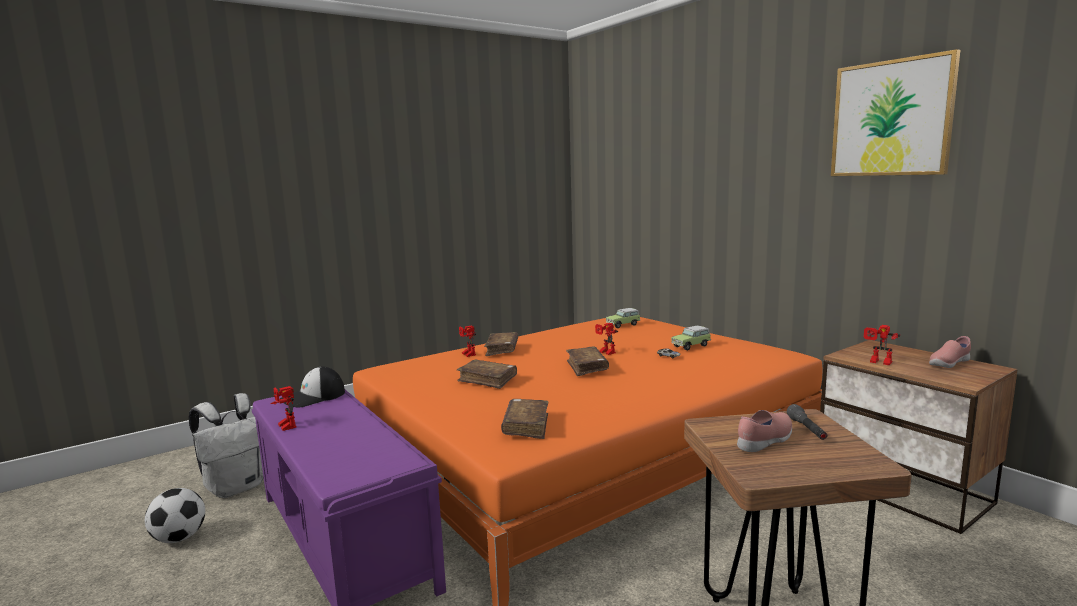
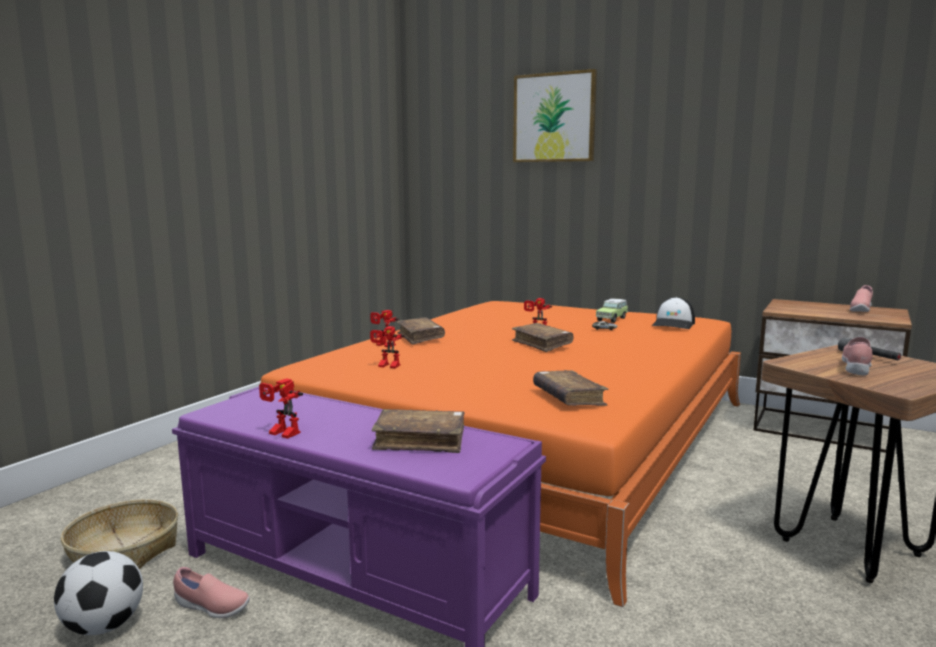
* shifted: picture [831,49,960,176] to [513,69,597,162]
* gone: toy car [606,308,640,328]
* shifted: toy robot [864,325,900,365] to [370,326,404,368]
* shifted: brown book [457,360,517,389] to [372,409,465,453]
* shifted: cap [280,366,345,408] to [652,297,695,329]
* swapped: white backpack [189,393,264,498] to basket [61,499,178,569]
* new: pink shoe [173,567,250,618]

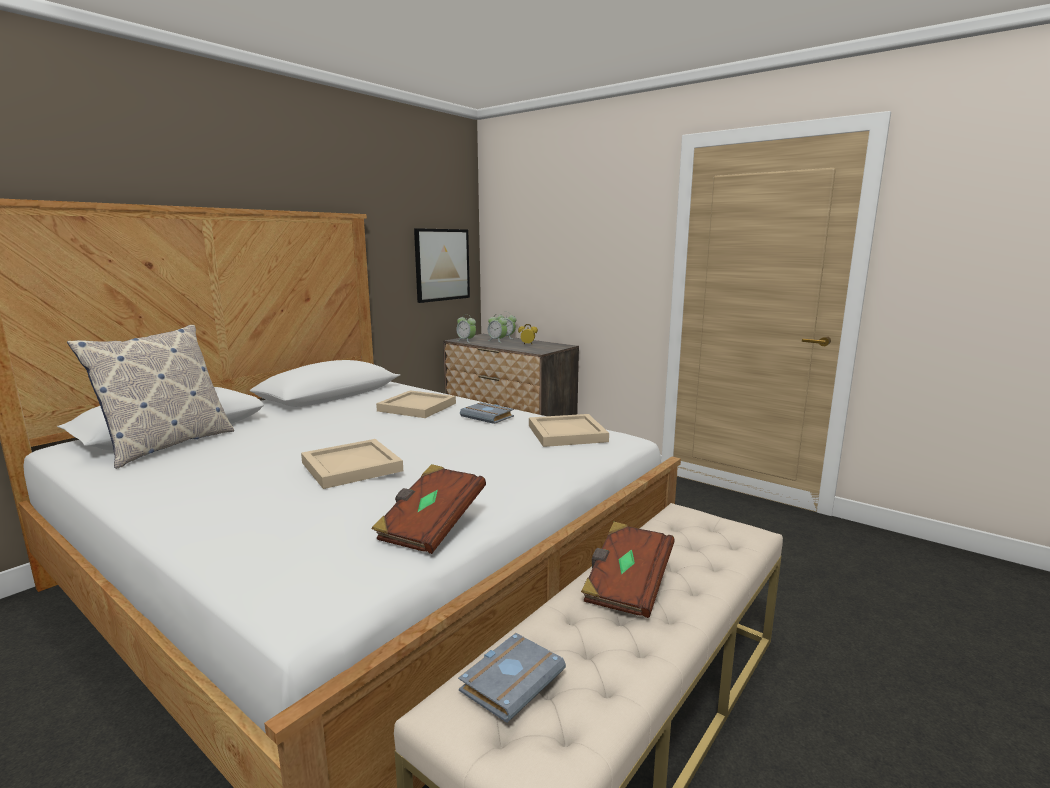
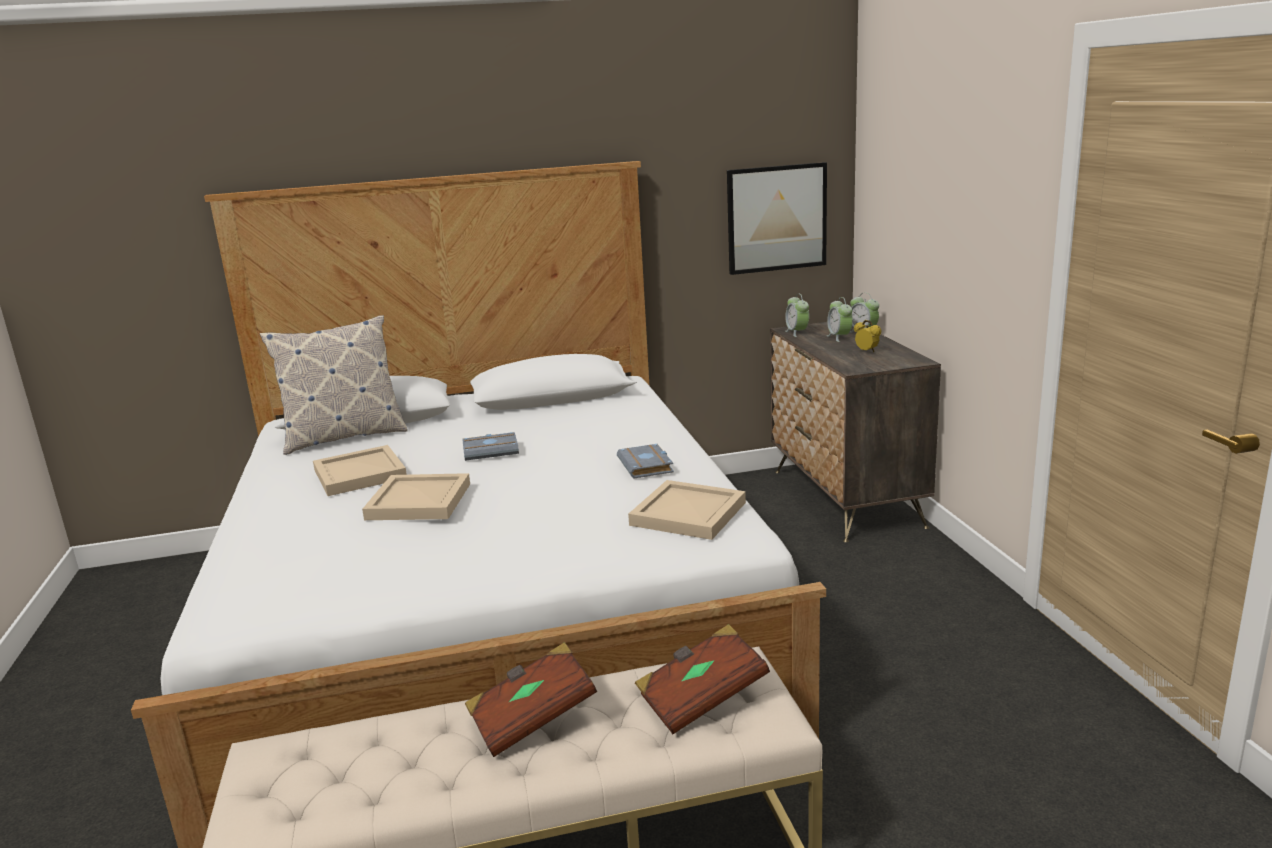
* shifted: beige tray [376,390,456,418] to [313,445,407,496]
* shifted: brown book [372,464,486,554] to [635,624,770,734]
* shifted: grey book [458,633,566,723] to [462,432,519,461]

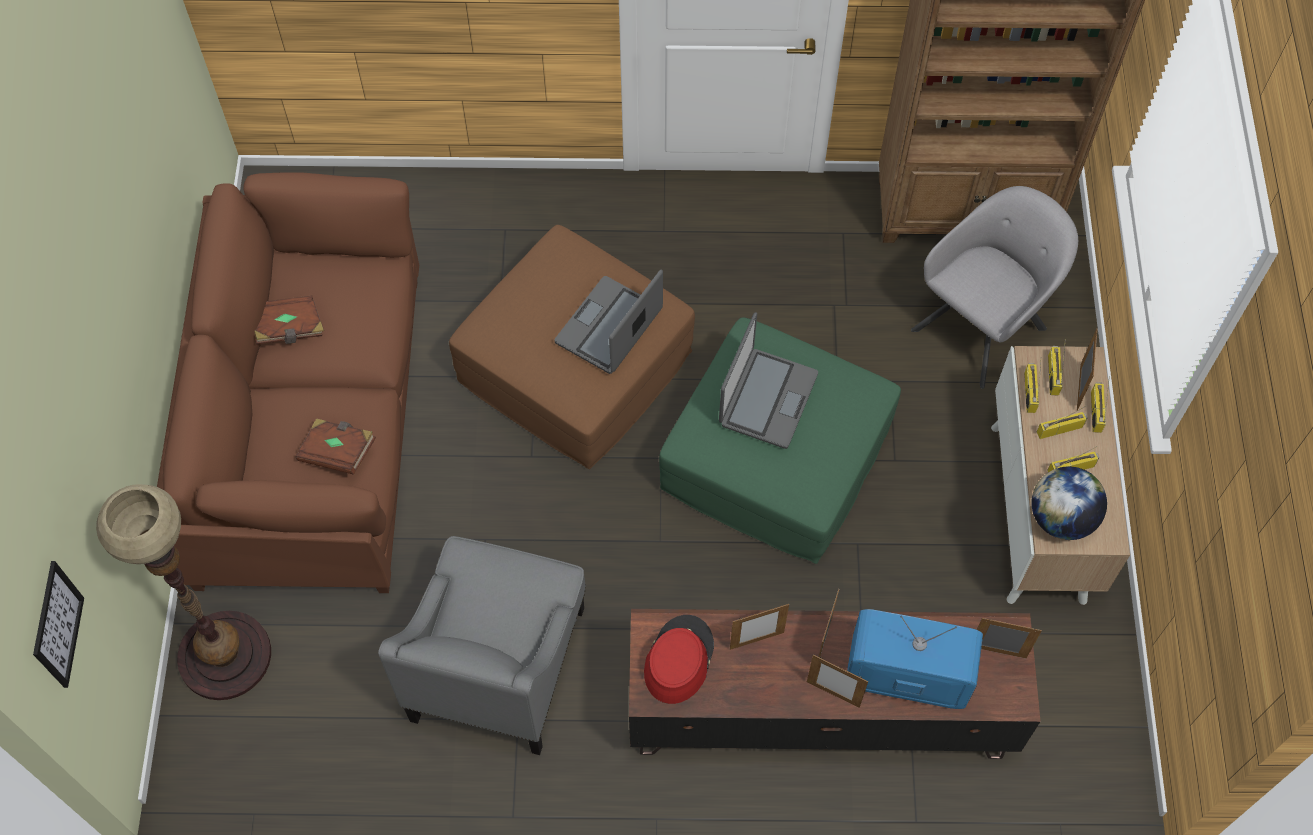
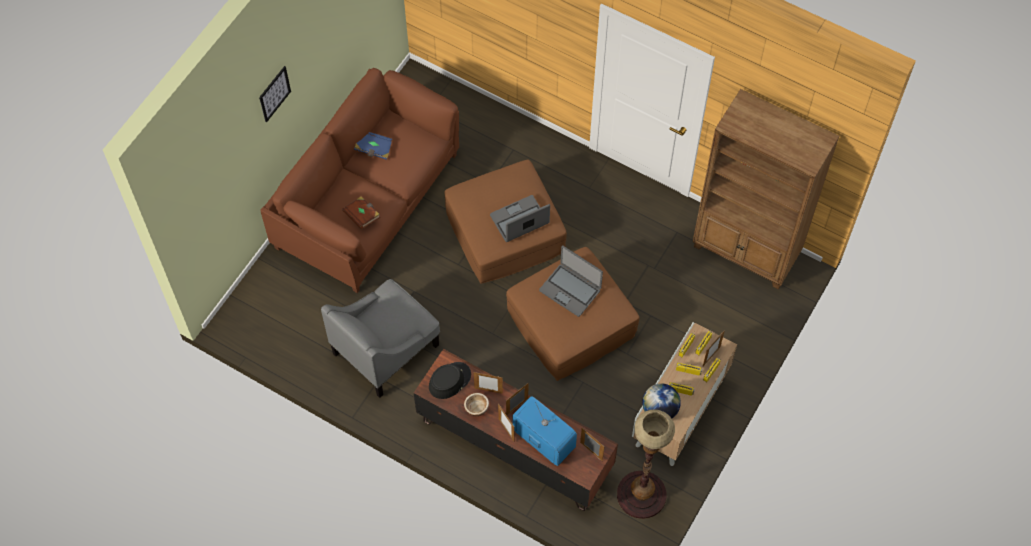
* gone: grey armchair [911,186,1078,389]
* repainted: brown book [254,296,324,345] to blue book [354,132,392,160]
* rotated: laptop [719,312,818,449] = [539,246,603,317] 75 degrees clockwise
* repainted: green ottoman [659,317,901,564] to brown ottoman [506,247,639,381]
* shifted: floor lamp [96,484,271,700] to [617,410,675,519]
* shifted: picture [33,561,84,688] to [259,66,291,122]
* repainted: red hat [644,615,714,704] to black hat [429,362,471,399]
* new: bowl [464,393,489,416]

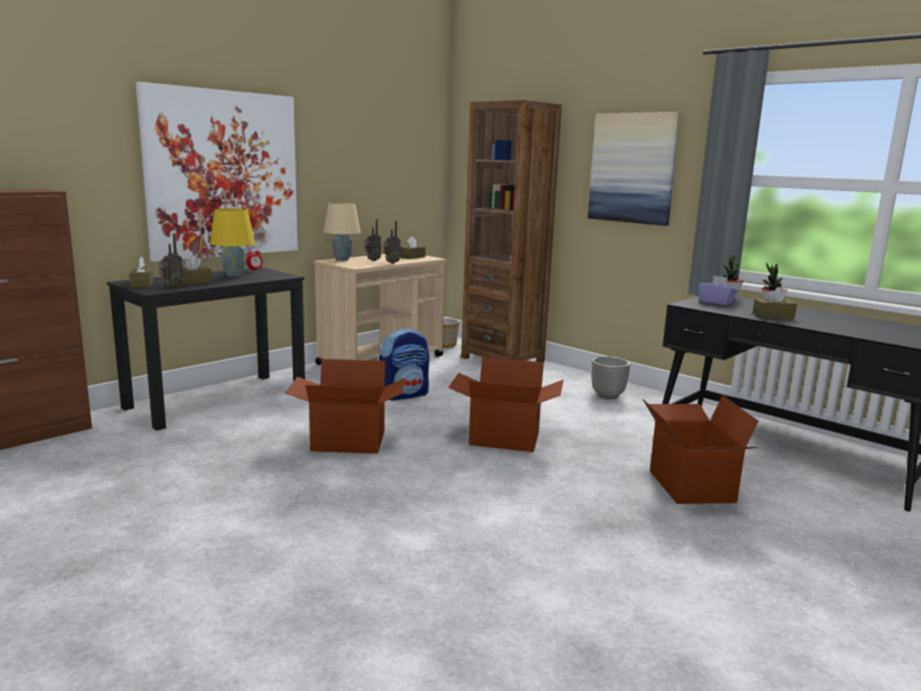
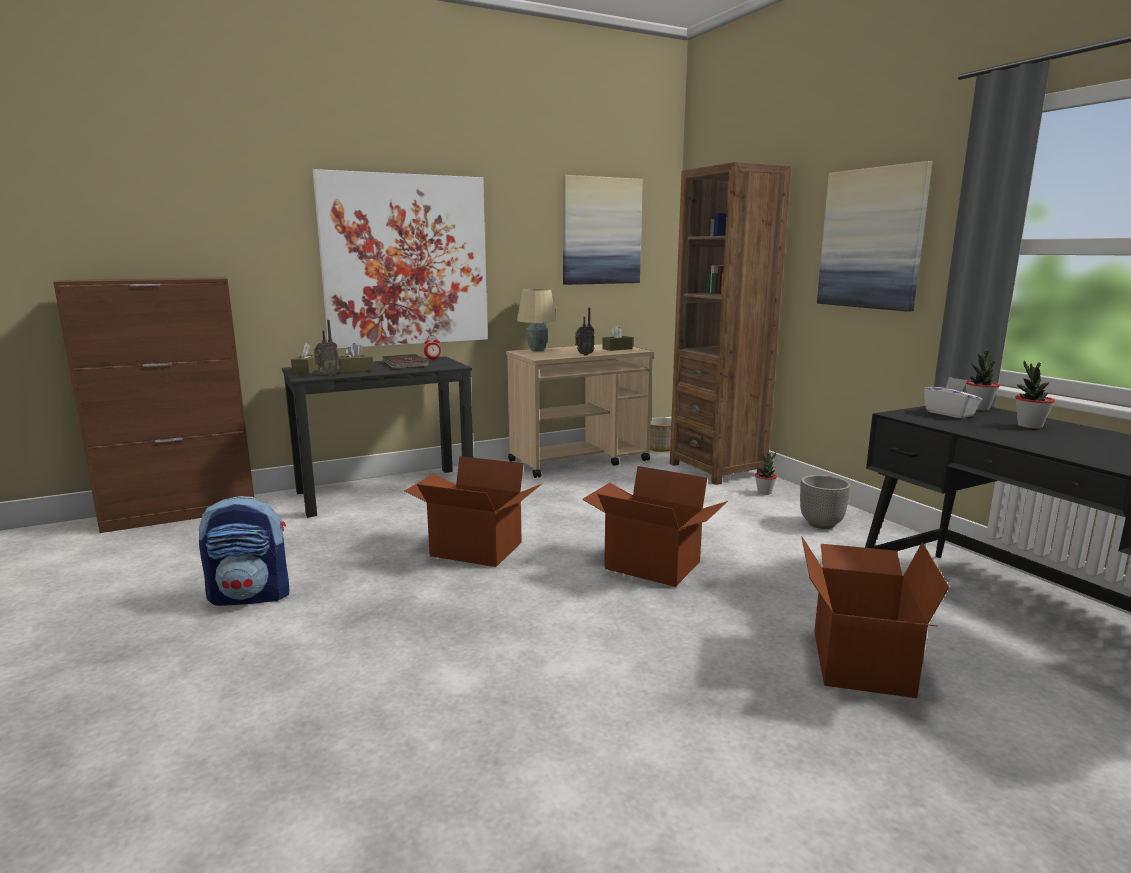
* swapped: yellow table lamp [210,209,256,277] to brown book [382,354,430,369]
* gone: radio [364,219,382,261]
* repainted: purple tissue box [698,276,738,305] to white tissue box [924,377,982,418]
* gone: brown tissue box [753,287,797,319]
* shifted: backpack [379,328,429,400] to [199,496,289,606]
* new: picture [563,175,643,285]
* new: potted plant [755,452,777,495]

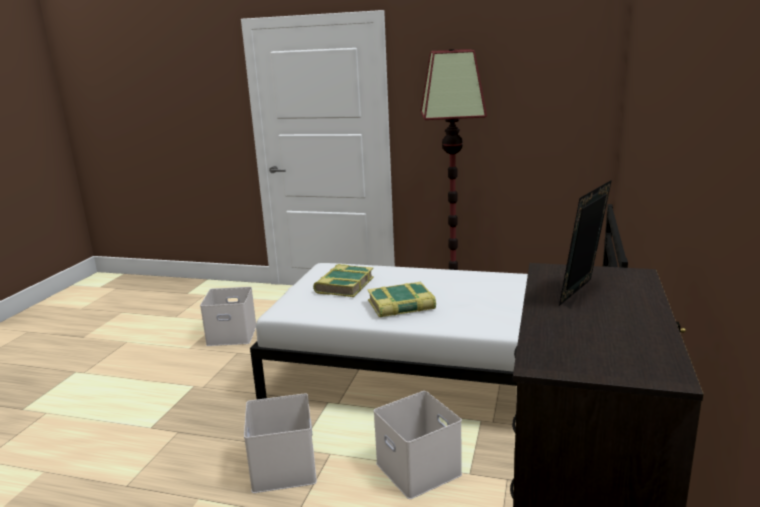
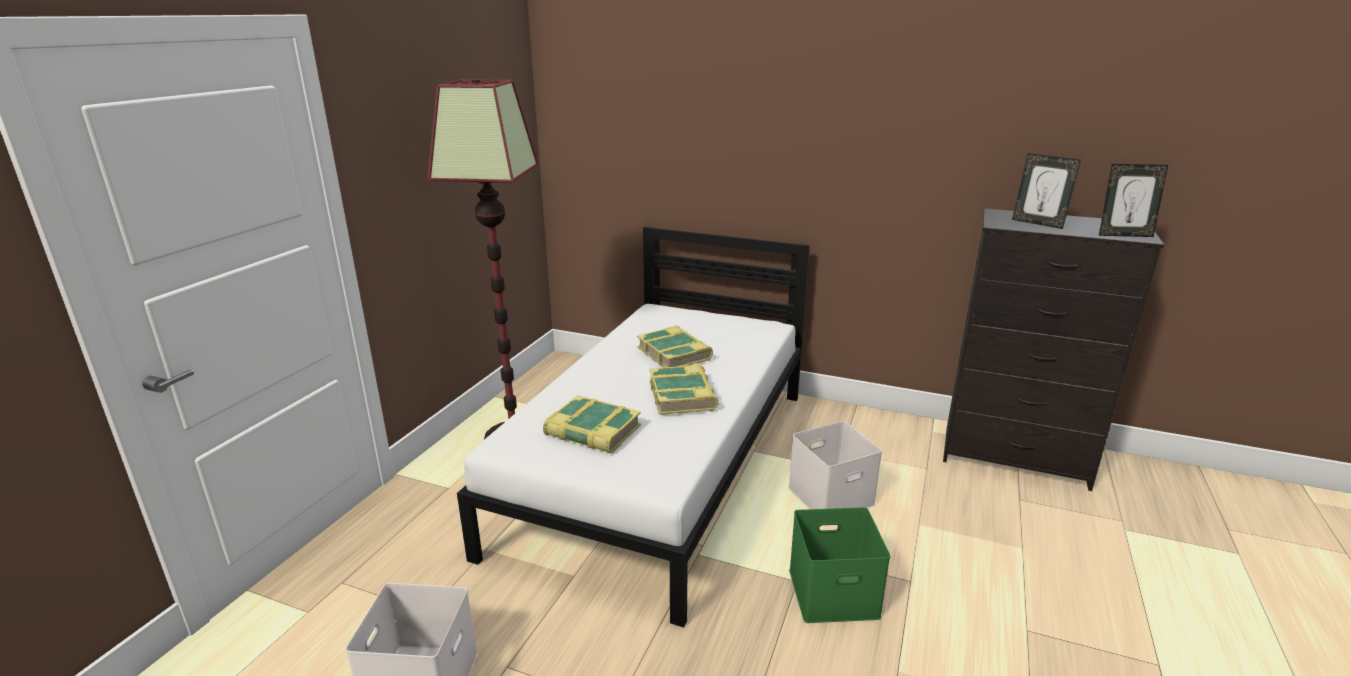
* repainted: white storage box [244,393,317,493] to green storage box [789,507,890,623]
* new: picture frame [1099,164,1168,237]
* new: book [637,326,713,368]

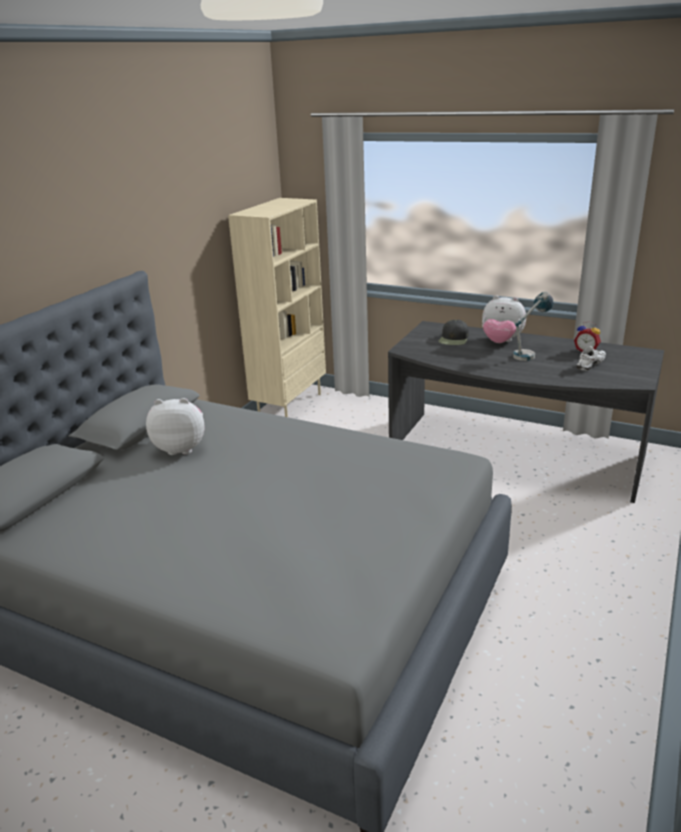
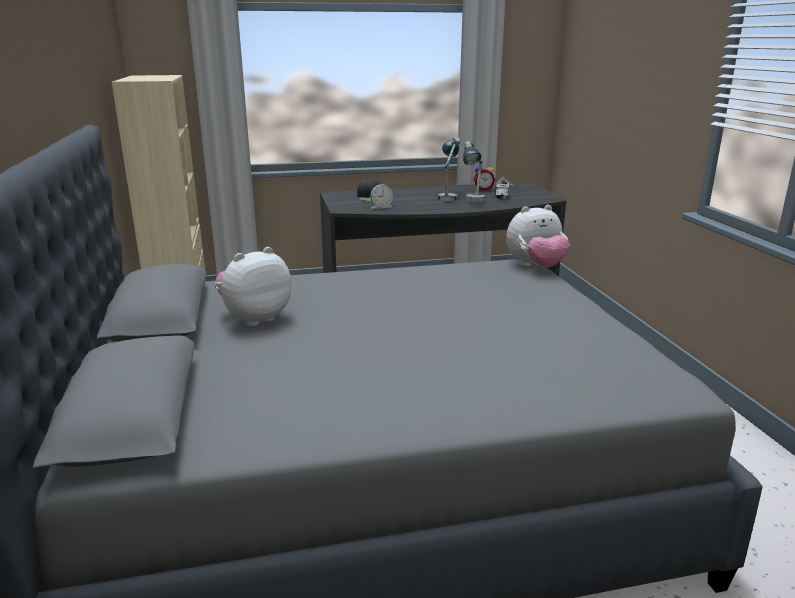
* shifted: plush toy [482,295,526,343] to [506,205,570,268]
* new: table lamp [463,141,485,201]
* new: alarm clock [370,184,393,209]

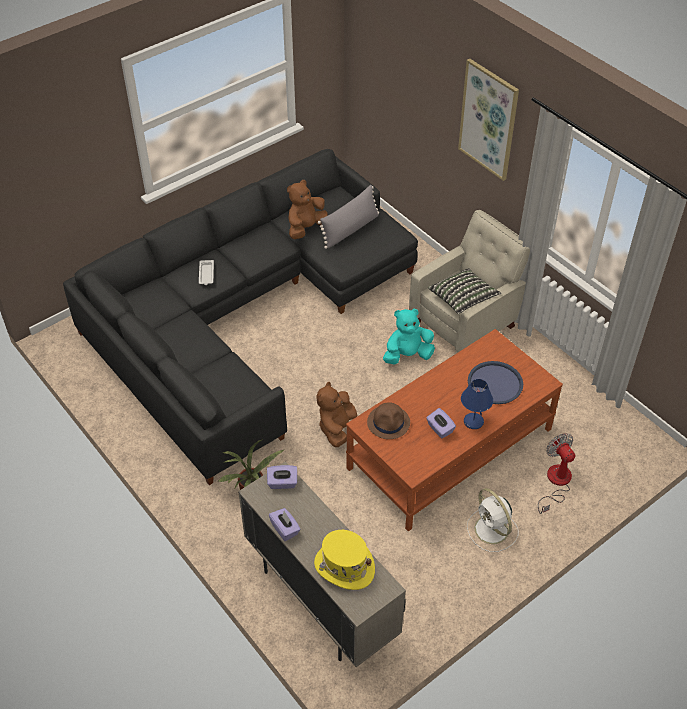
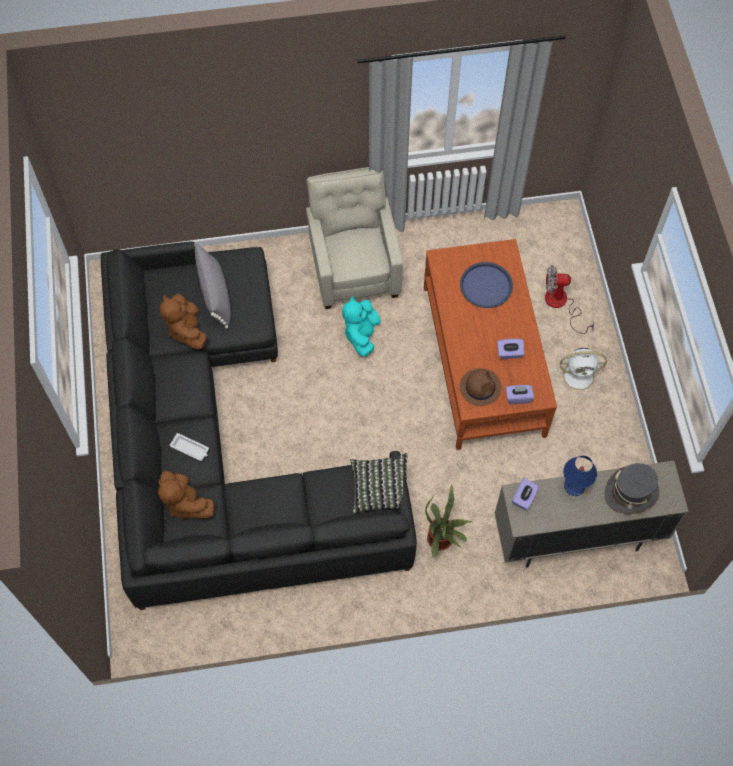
* gone: picture [458,58,519,181]
* shifted: pillow [428,268,501,314] to [350,453,408,514]
* shifted: blue table lamp [461,379,493,429] to [563,456,597,496]
* shifted: brown plush toy [316,382,357,447] to [158,471,214,519]
* shifted: purple tissue box [269,508,301,541] to [506,385,534,404]
* repainted: yellow hat [314,530,375,590] to grey hat [604,463,660,514]

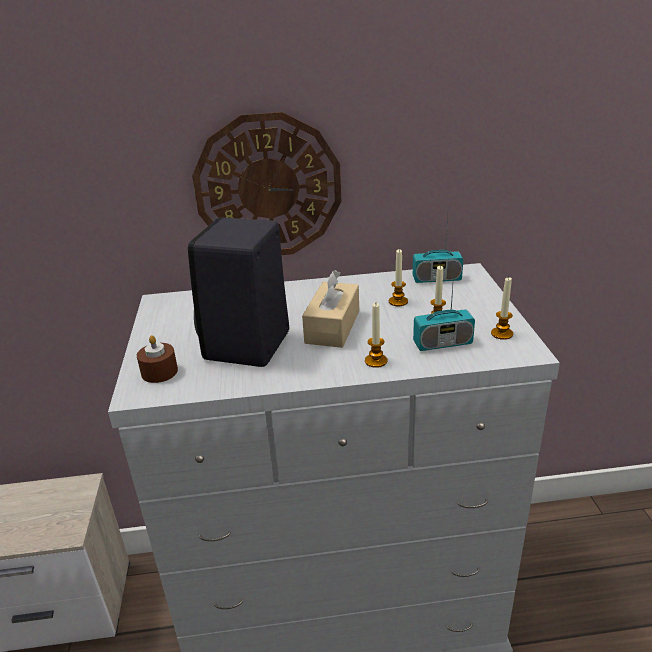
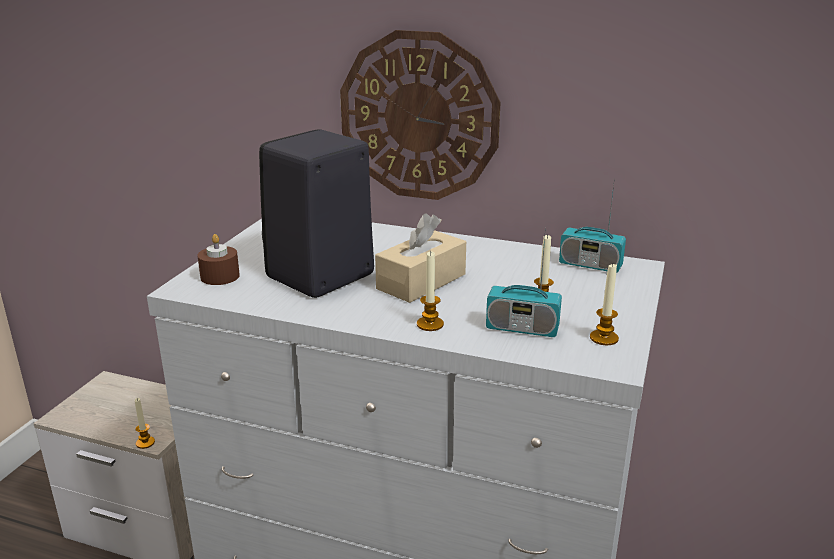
* shifted: candle [389,249,408,306] to [135,398,155,449]

